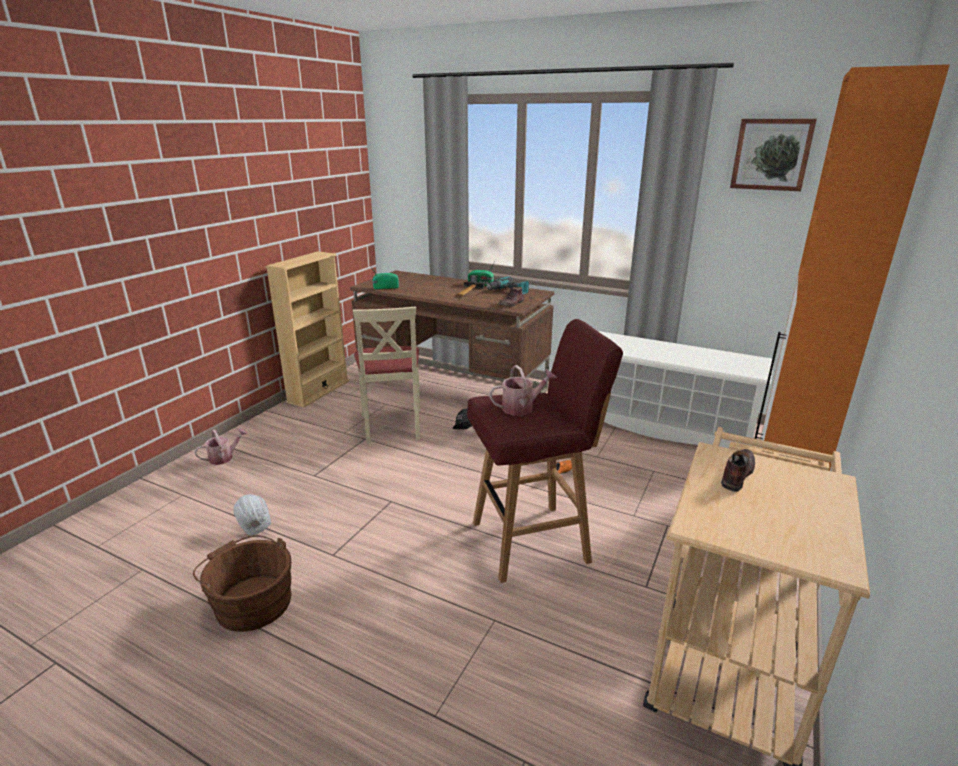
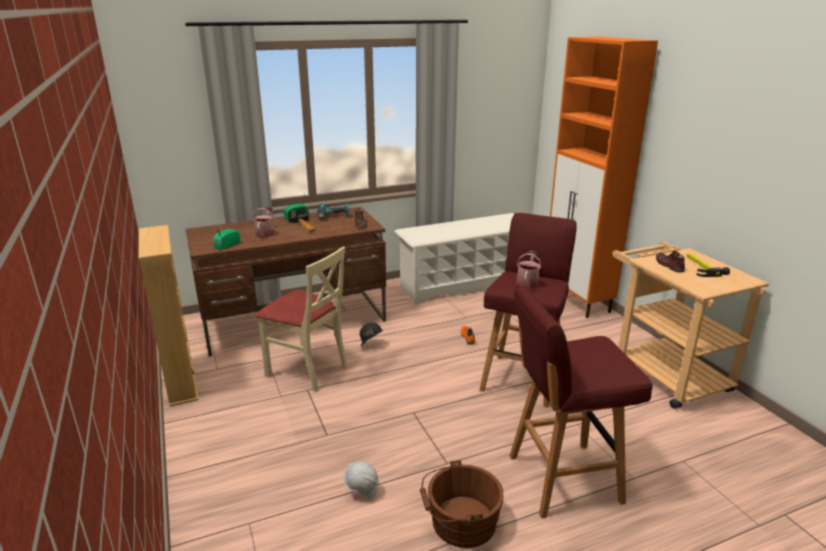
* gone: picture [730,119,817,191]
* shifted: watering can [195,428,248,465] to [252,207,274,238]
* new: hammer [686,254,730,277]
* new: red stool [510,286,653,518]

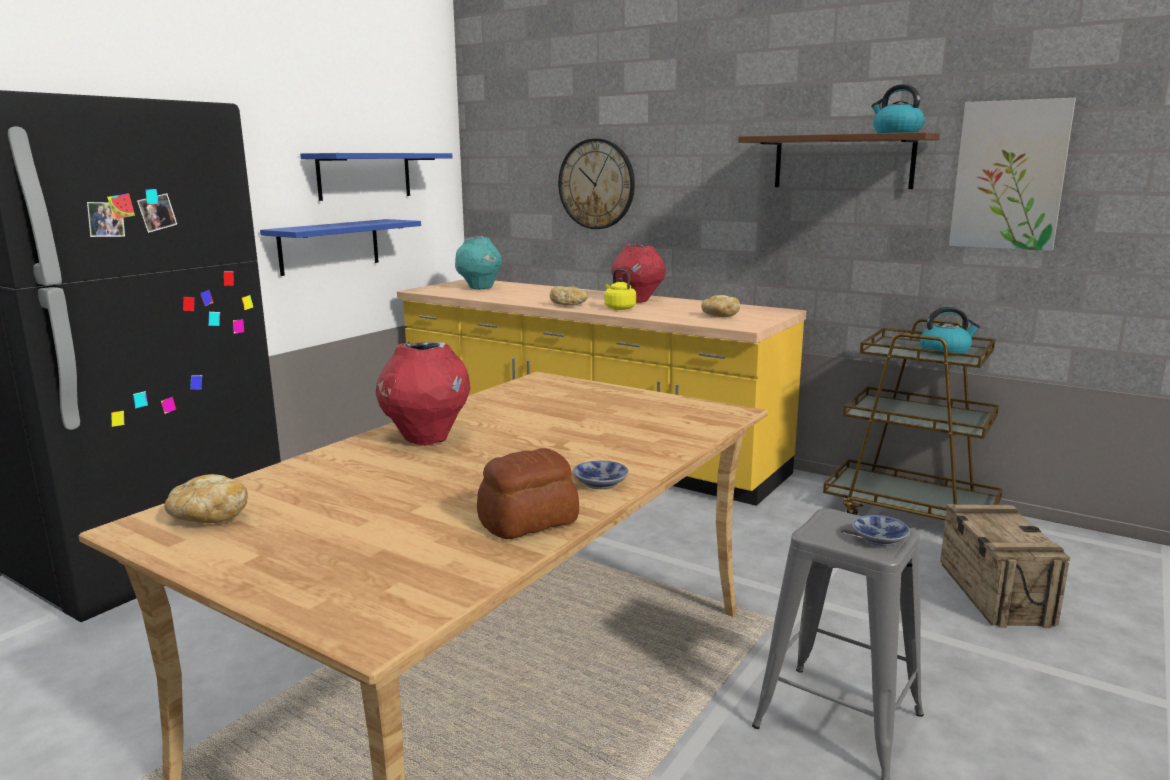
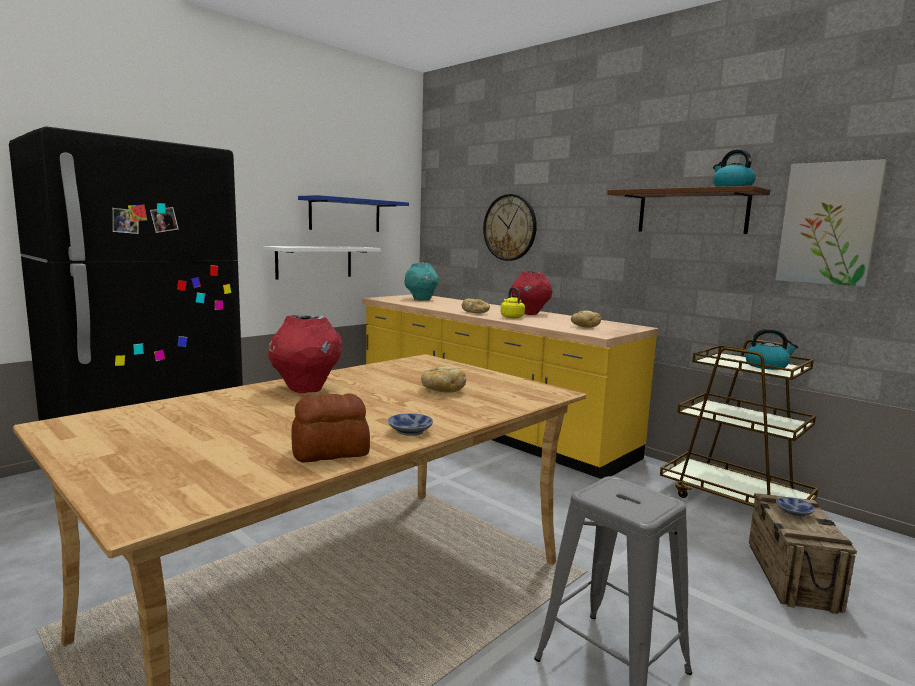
* repainted: blue shelf [260,219,421,276] to white shelf [263,246,381,280]
* shifted: bread [164,474,248,523] to [421,365,466,393]
* shifted: bowl [852,515,910,546] to [776,497,815,517]

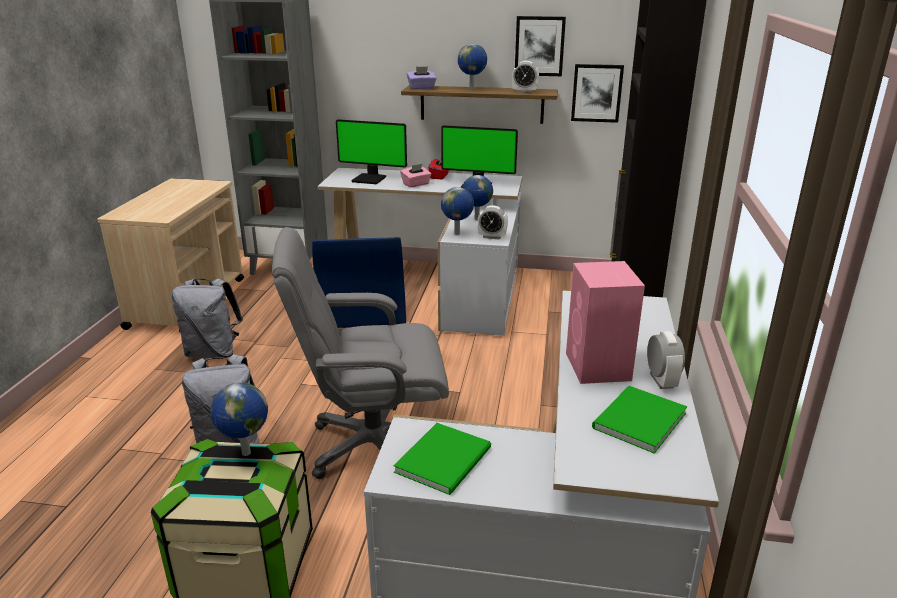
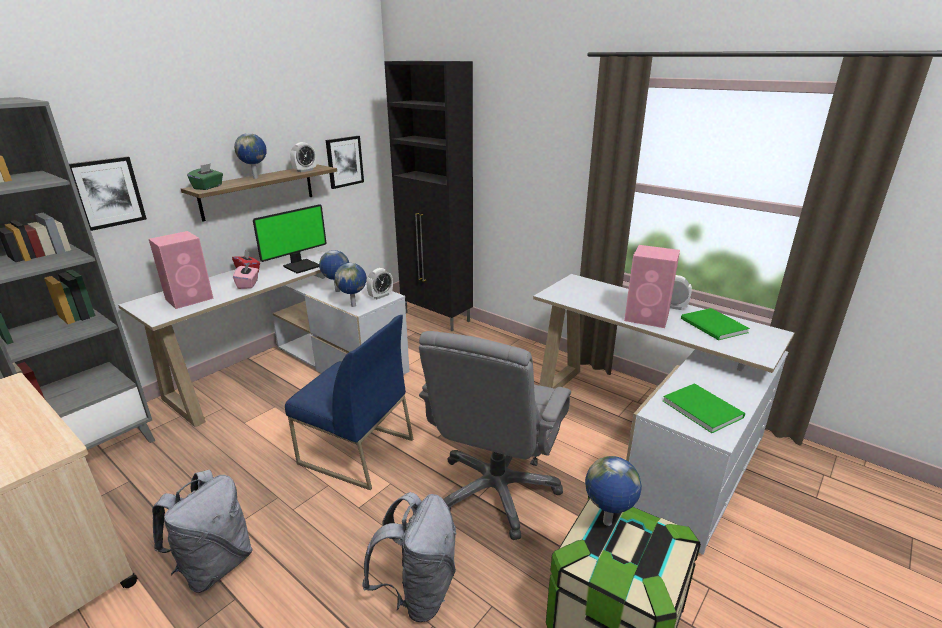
* shifted: picture [515,16,566,76] to [69,156,147,231]
* repainted: purple tissue box [407,67,437,90] to green tissue box [187,163,223,190]
* swapped: monitor [336,119,407,184] to pink speaker [149,231,214,309]

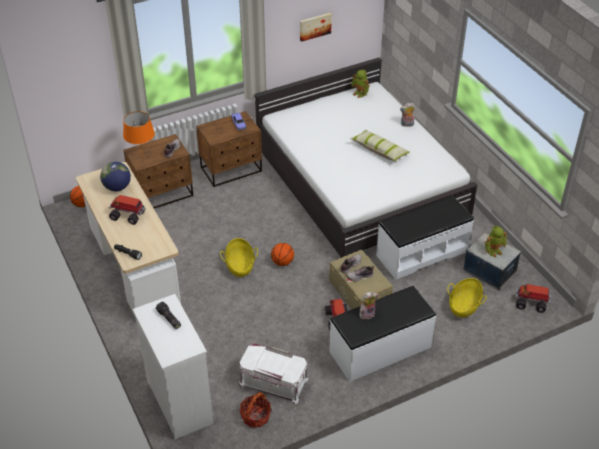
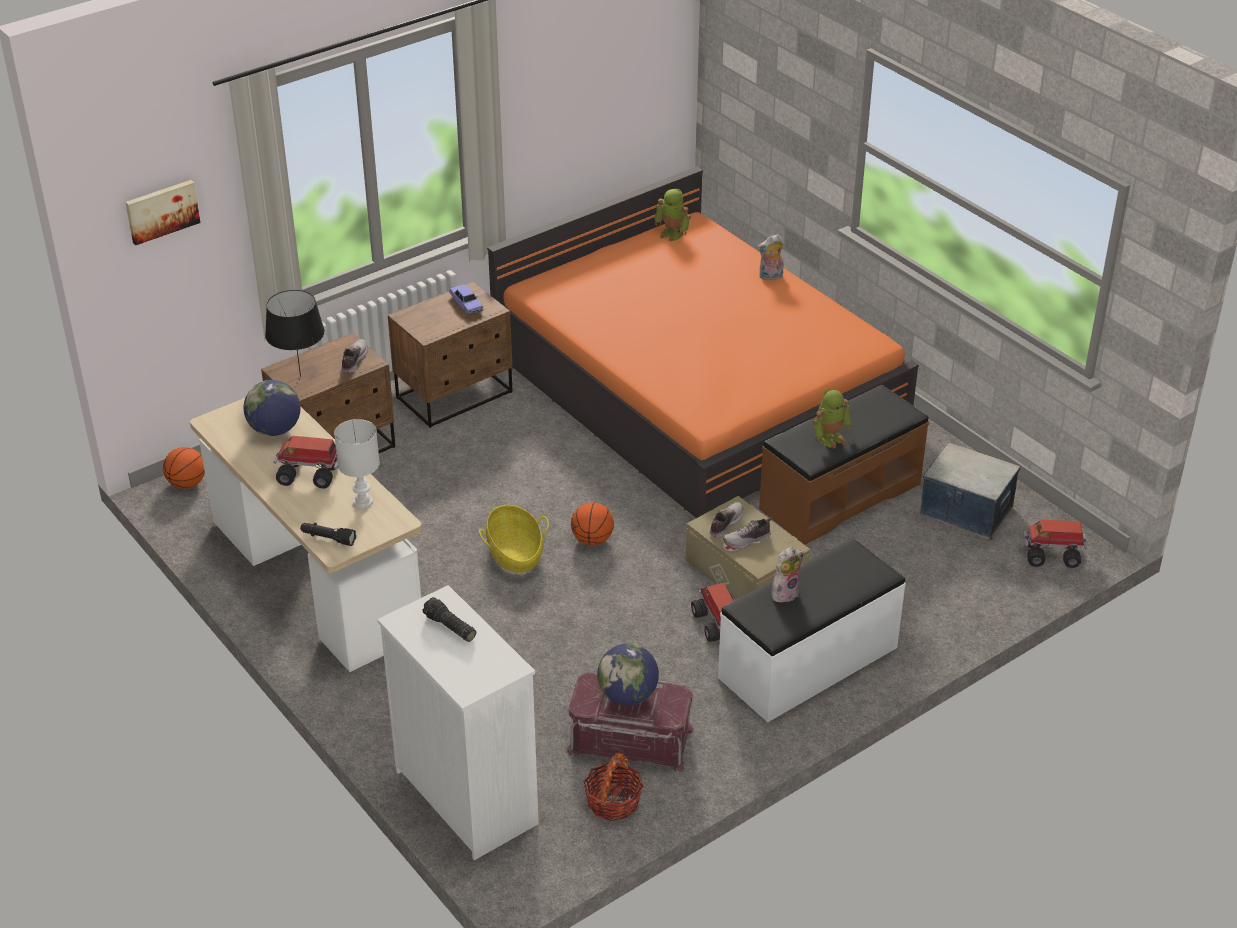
* shifted: picture [300,13,332,42] to [125,180,200,245]
* repainted: white bed [254,57,478,258] to orange bed [487,167,919,518]
* repainted: orange table lamp [123,111,155,153] to black table lamp [265,290,325,377]
* gone: pillow [350,130,410,161]
* repainted: white bench [376,195,474,280] to brown bench [759,385,929,545]
* shifted: toy robot [485,226,507,257] to [813,389,851,448]
* gone: basket [447,278,487,317]
* repainted: white storage box [238,343,309,404] to red storage box [566,672,694,773]
* new: white table lamp [334,419,380,509]
* new: globe [597,644,659,705]

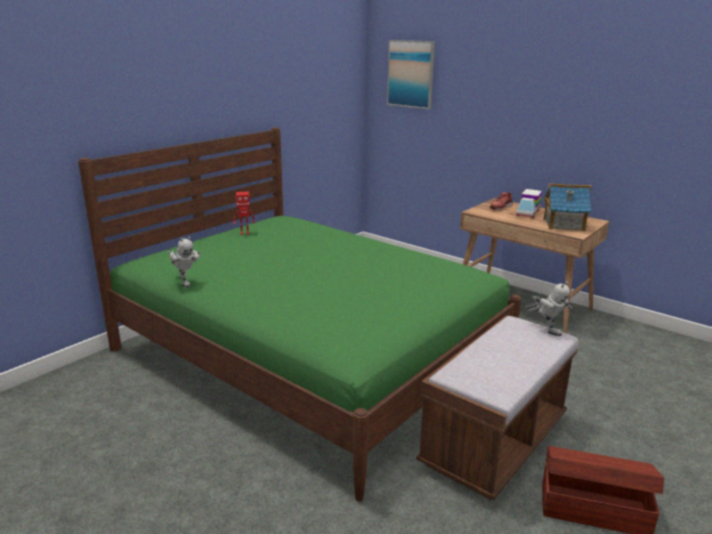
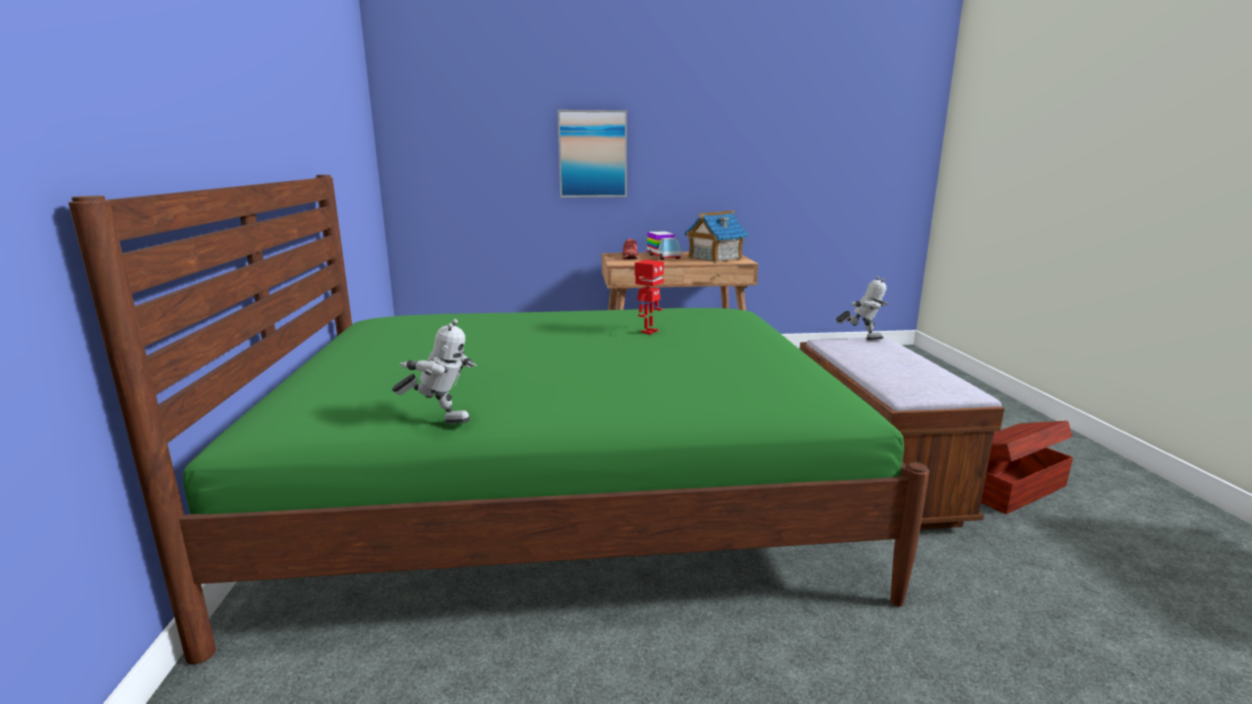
* shifted: picture [387,40,435,109] to [558,110,627,198]
* shifted: toy robot [233,192,255,235] to [635,260,664,335]

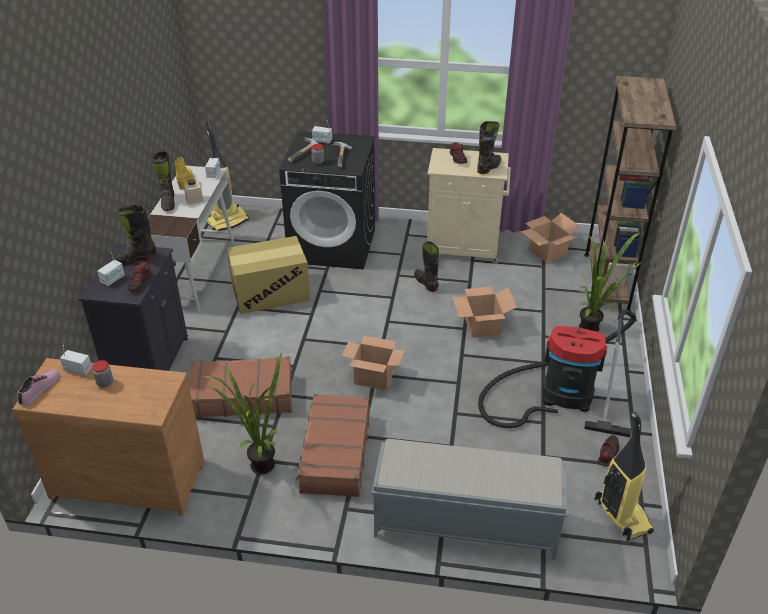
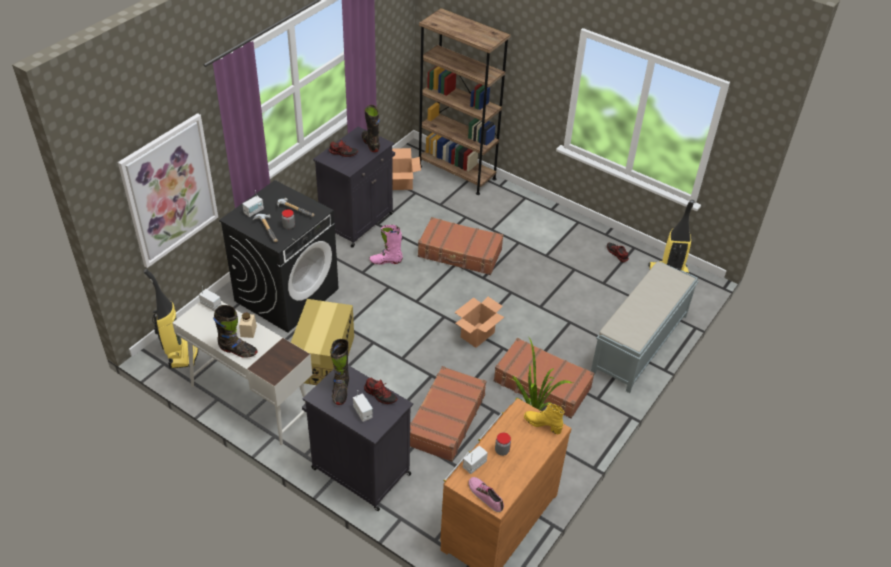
* repainted: beige cabinet [427,148,511,264] to black cabinet [313,127,395,248]
* shifted: yellow boot [175,157,193,190] to [524,403,565,434]
* gone: potted plant [578,233,641,332]
* repainted: black boot [414,241,440,292] to pink boot [369,225,403,265]
* swapped: cardboard box [452,286,517,338] to brown suitcase [418,217,503,275]
* gone: vacuum cleaner [478,309,636,437]
* new: picture [118,113,218,268]

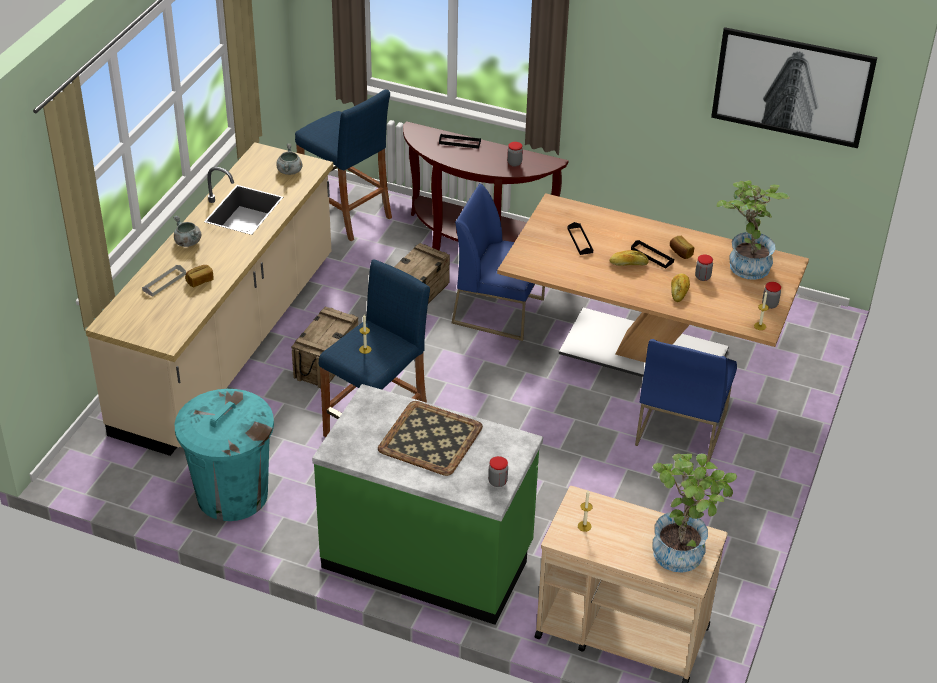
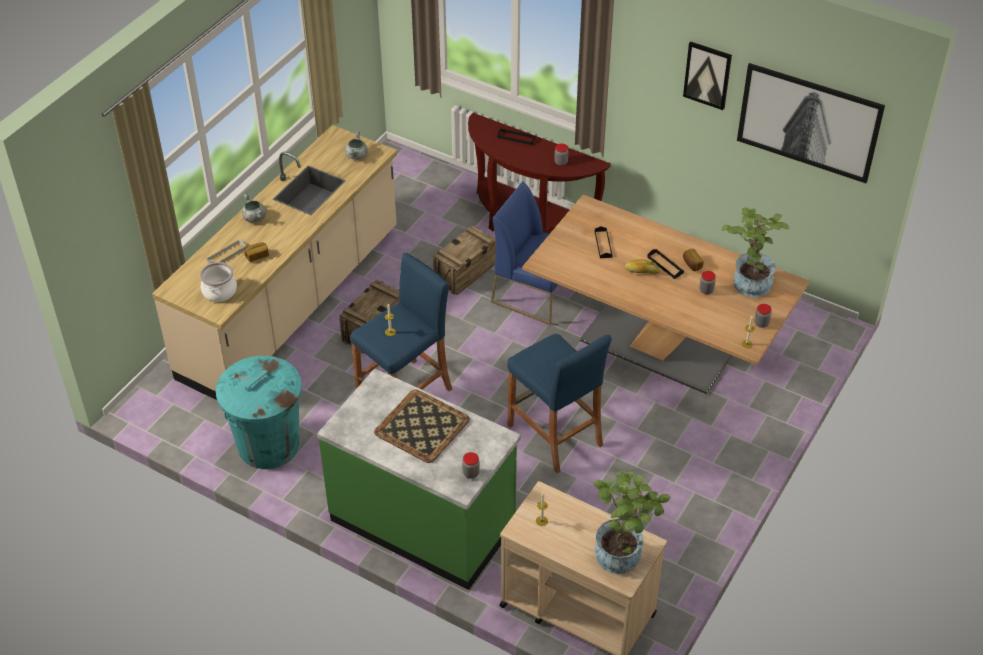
* shifted: blue stool [295,89,392,241] to [507,334,612,473]
* gone: bread [671,273,690,302]
* gone: blue chair [635,339,737,464]
* new: picture [683,42,732,110]
* new: cooking pot [200,262,237,302]

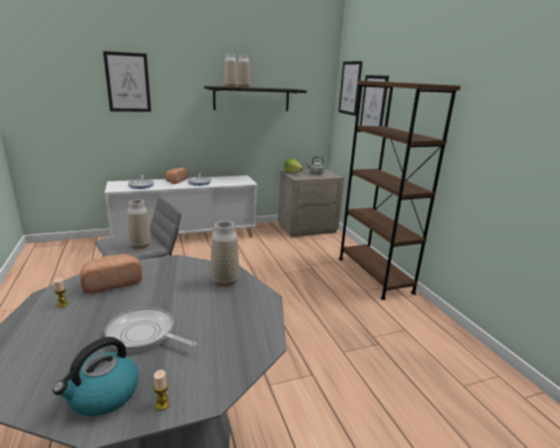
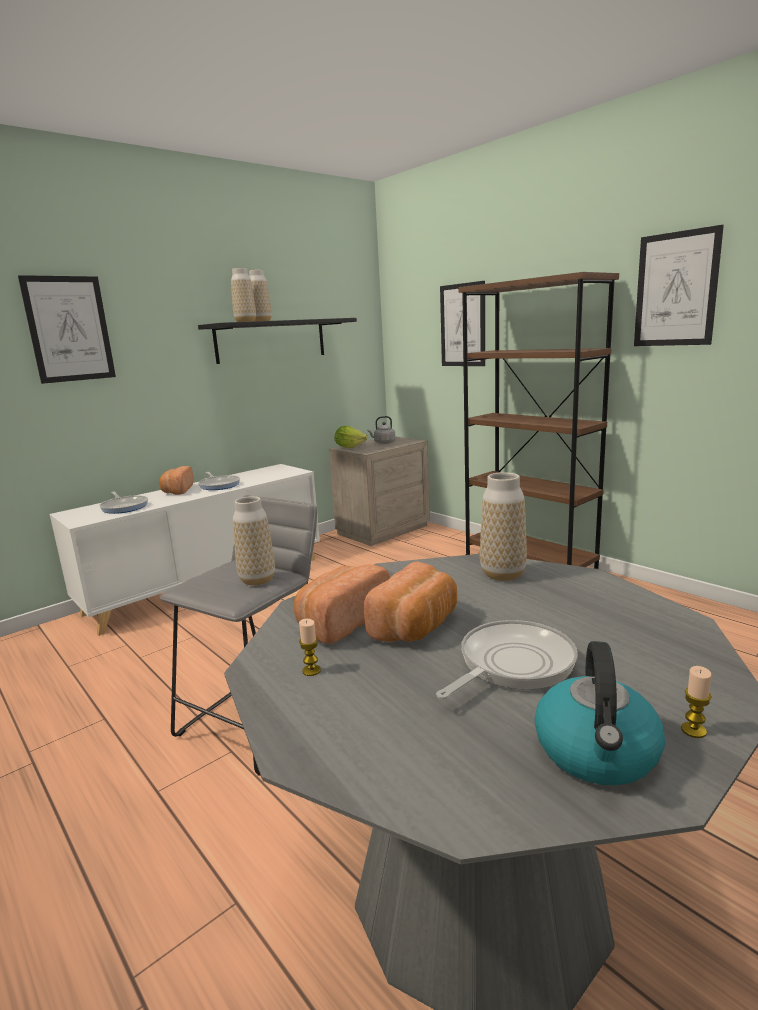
* shifted: picture [338,61,362,116] to [634,225,724,346]
* rotated: frying pan [105,307,197,352] = [436,620,578,699] 135 degrees clockwise
* new: bread [364,562,457,642]

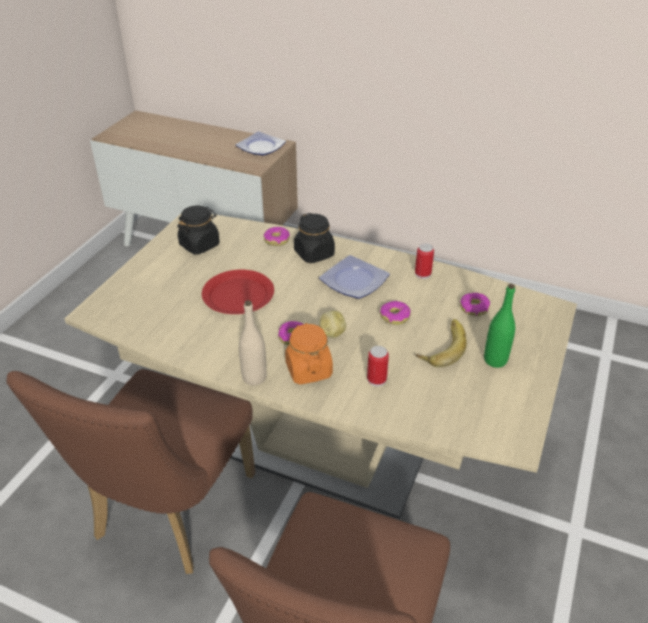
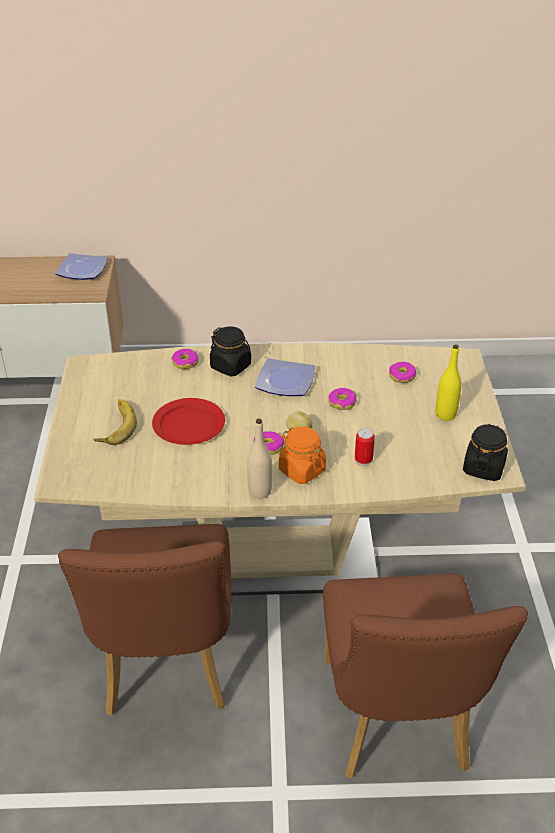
* shifted: black jar [177,206,220,254] to [463,424,508,481]
* gone: can [415,243,434,279]
* repainted: green bottle [484,284,515,368] to yellow bottle [436,344,461,421]
* shifted: banana [416,319,467,367] to [94,399,137,445]

